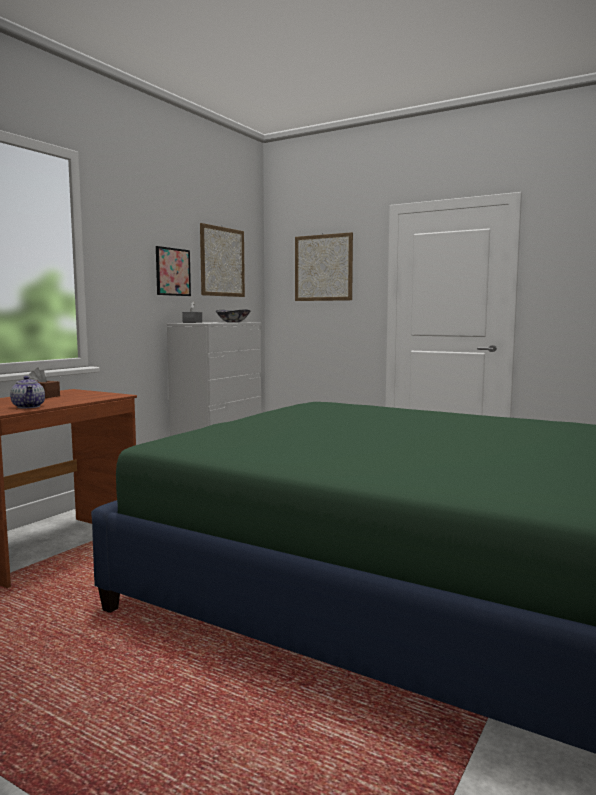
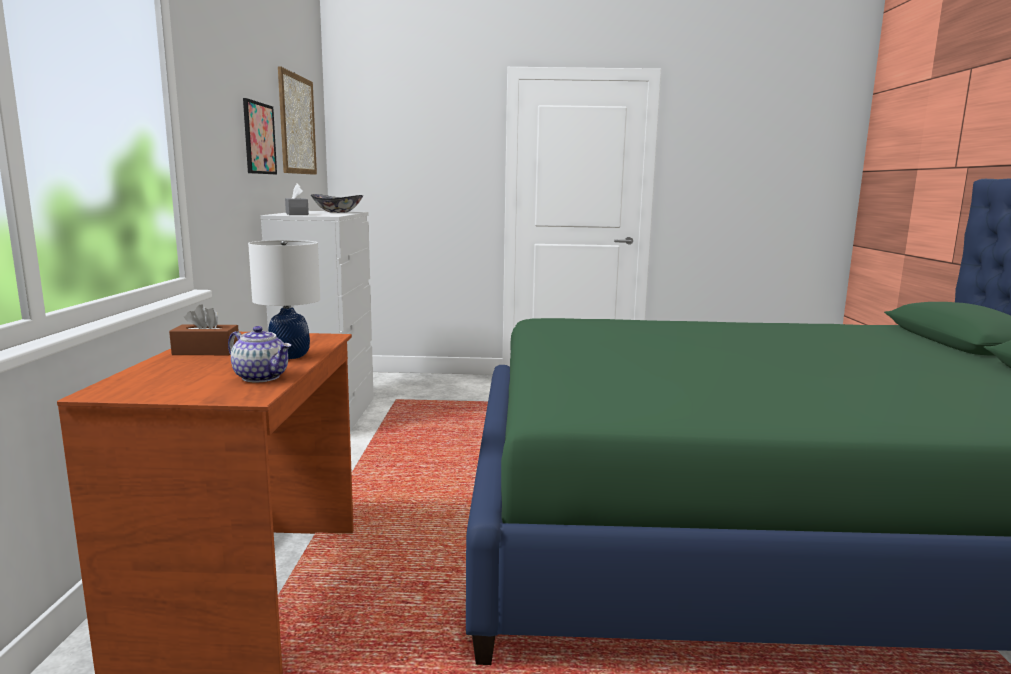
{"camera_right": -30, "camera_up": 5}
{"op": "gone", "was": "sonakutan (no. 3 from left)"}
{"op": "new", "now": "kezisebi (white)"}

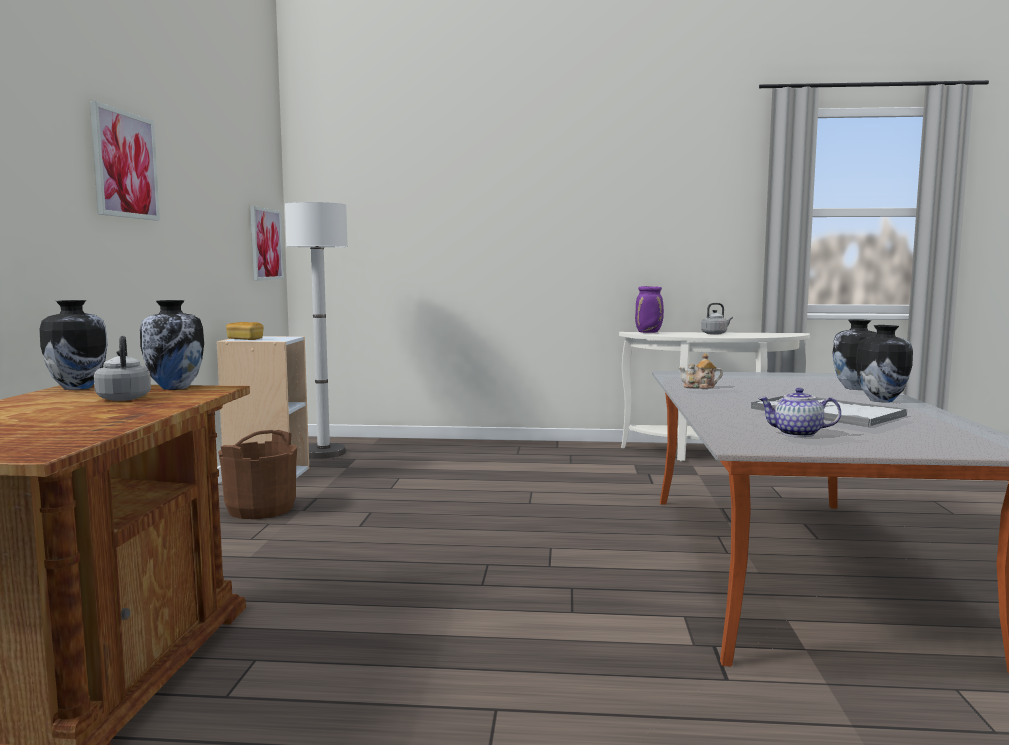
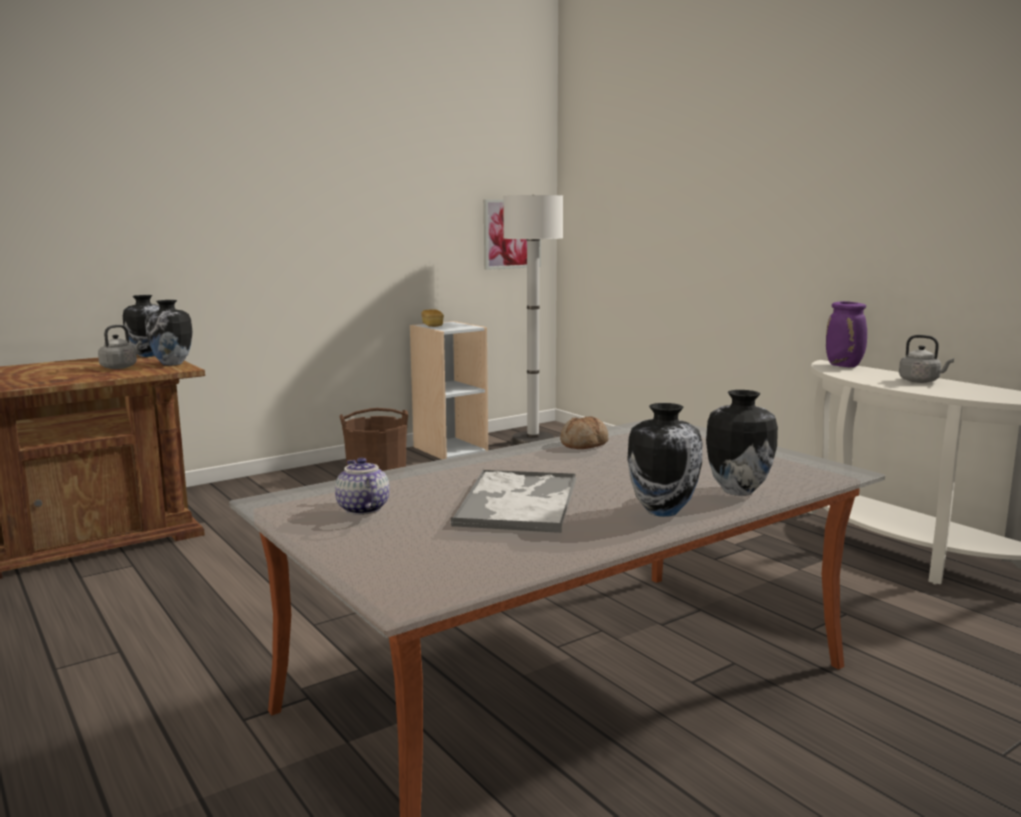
{"camera_right": 50, "camera_up": 5}
{"op": "gone", "was": "sonakutan (no. 1 from left)"}
{"op": "swapped", "was": "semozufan (no. 1 from left)", "now": "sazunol (no. 2 from left)"}

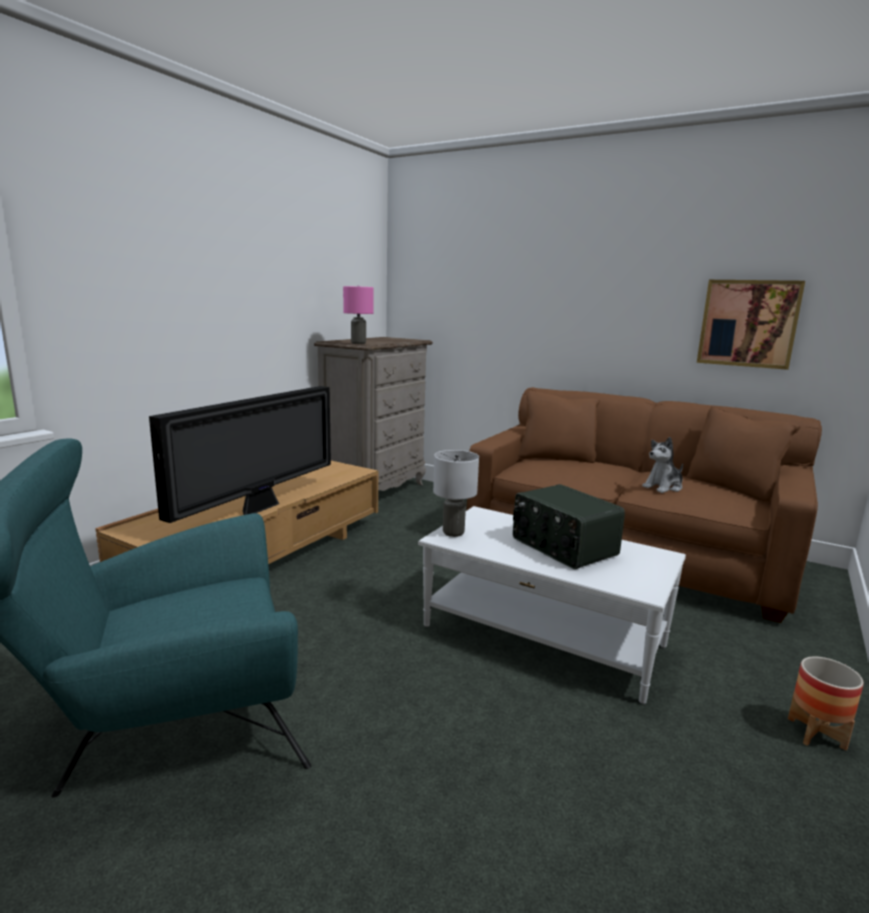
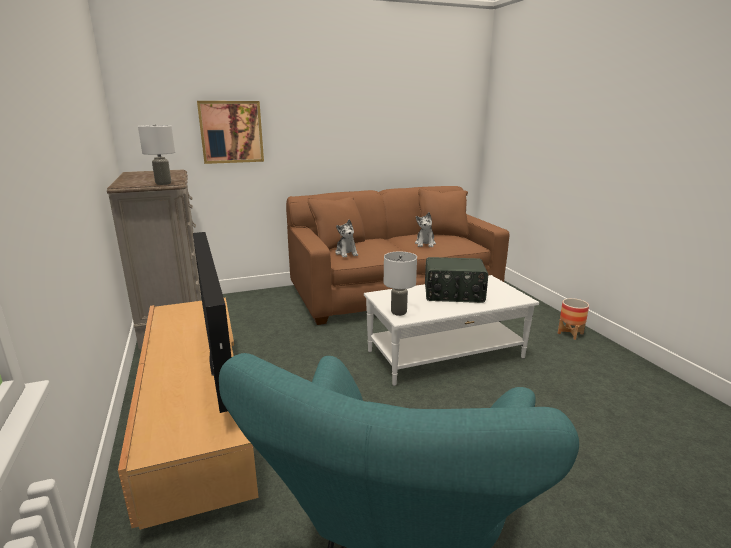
{"camera_right": -50, "camera_up": 5}
{"op": "repainted", "was": "kezisebi (pink)", "now": "kezisebi (white) (no. 1 from left)"}
{"op": "shifted", "was": "sonakutan"}
{"op": "new", "now": "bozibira (no. 1 from left)"}

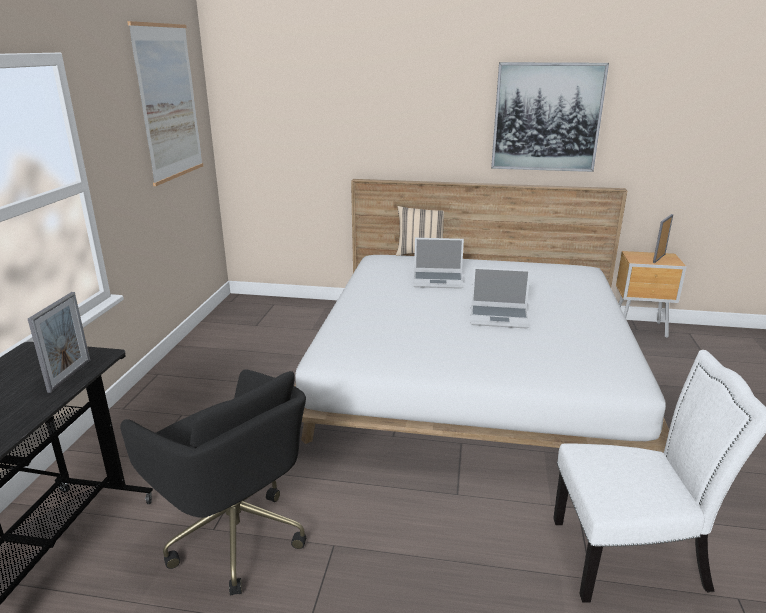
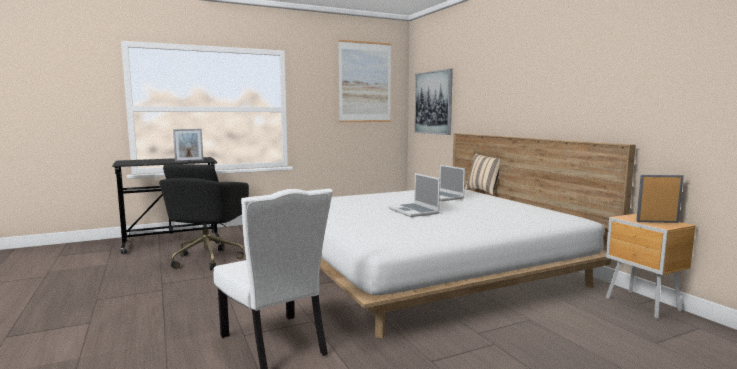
{"camera_right": 55, "camera_up": -15}
{"op": "shifted", "was": "sonakutan (no. 2 from left)"}

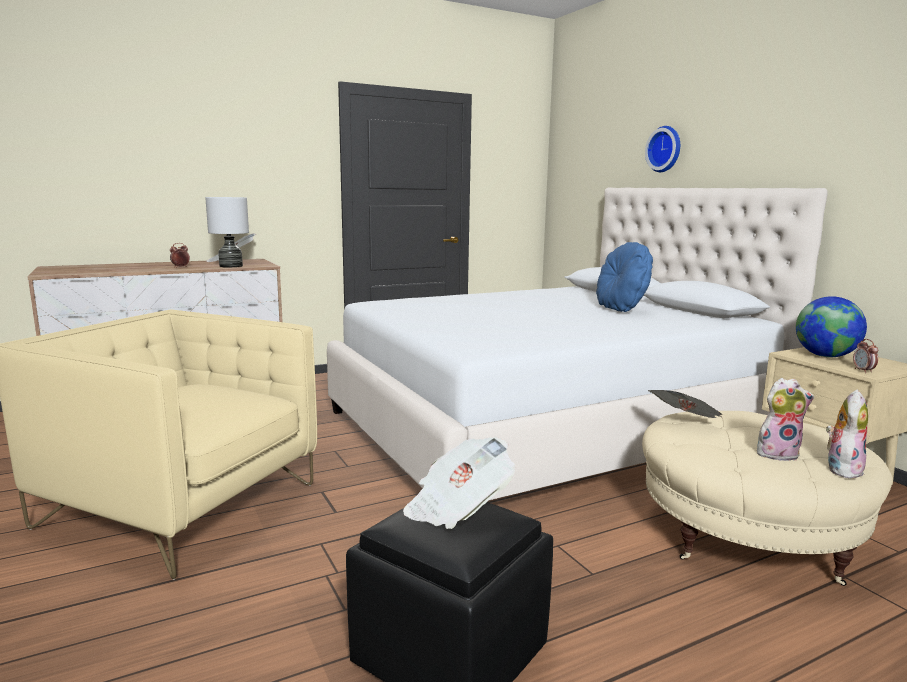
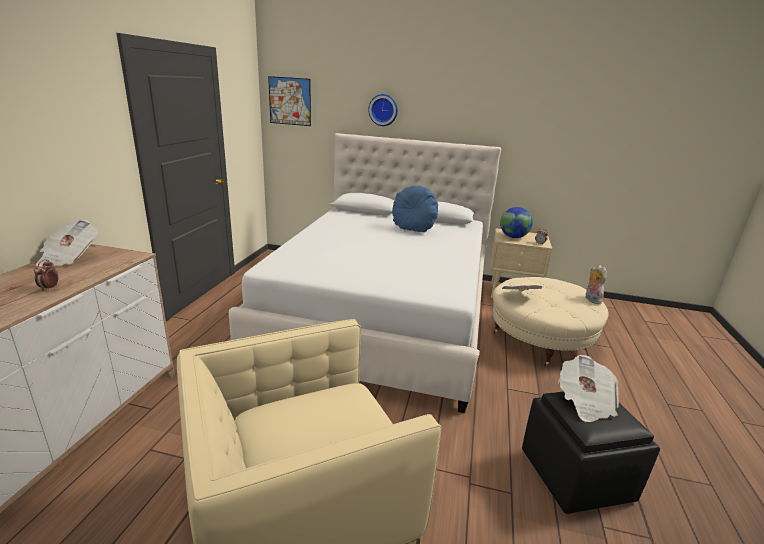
{"camera_right": -50, "camera_up": 10}
{"op": "gone", "was": "kezisebi (grey)"}
{"op": "gone", "was": "bozibira (no. 1 from left)"}
{"op": "new", "now": "sonakutan"}

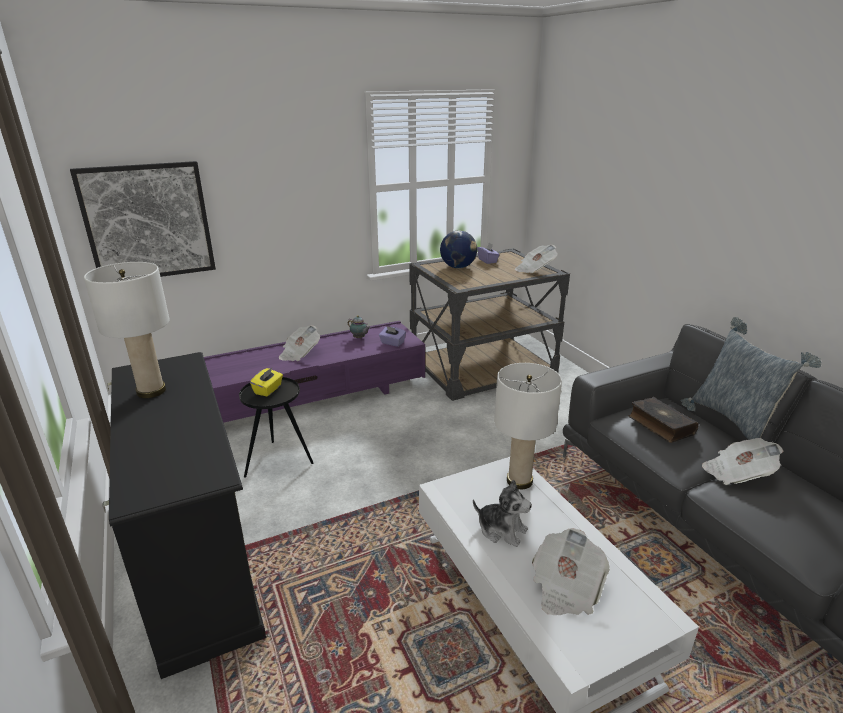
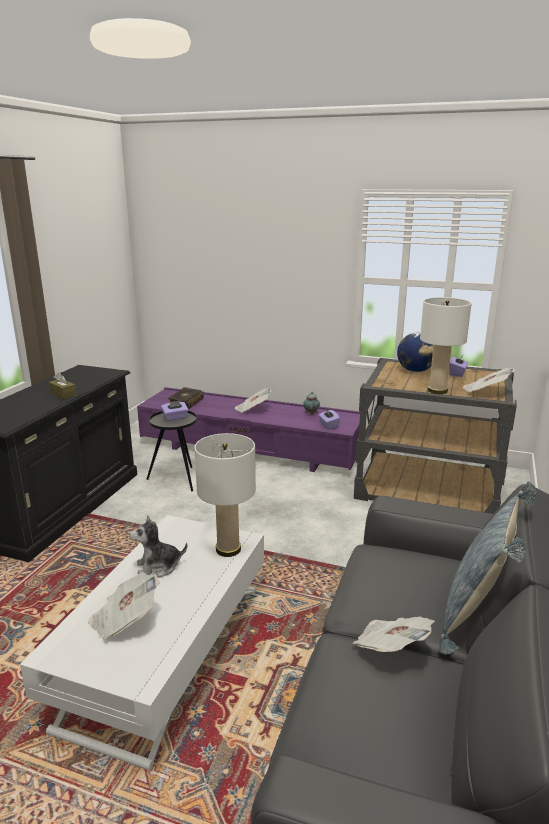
{"camera_right": 45, "camera_up": -5}
{"op": "gone", "was": "sonakutan"}
{"op": "shifted", "was": "kezisebi (white) (no. 1 from left in the first image)", "now": "kezisebi (white) (no. 2 from left)"}
{"op": "repainted", "was": "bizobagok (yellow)", "now": "bizobagok (purple) (no. 1 from left)"}
{"op": "rotated", "was": "bozibira", "clockwise": 90}
{"op": "shifted", "was": "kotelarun"}
{"op": "new", "now": "bizobagok (brown)"}

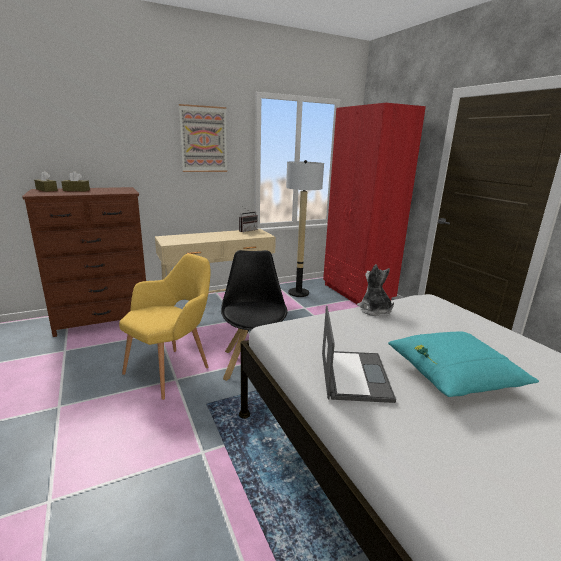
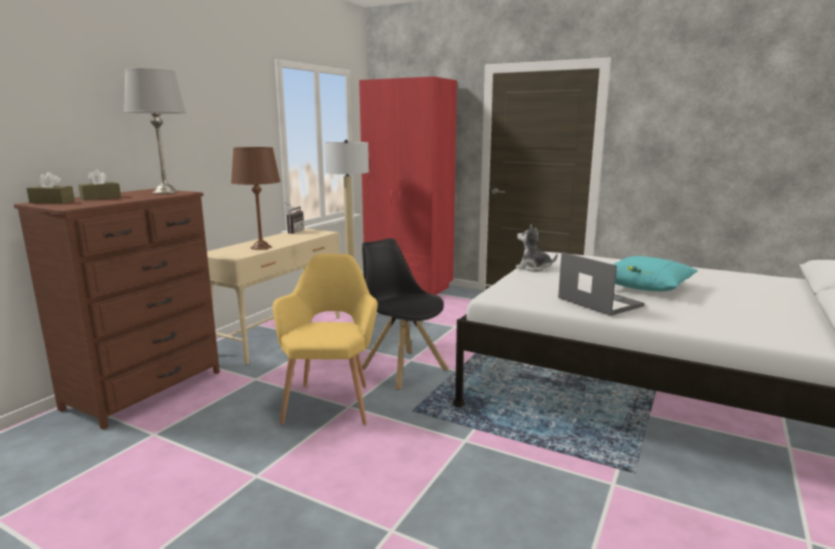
{"camera_right": -35, "camera_up": -5}
{"op": "gone", "was": "sonakutan"}
{"op": "new", "now": "kezisebi (grey)"}
{"op": "new", "now": "kezisebi (brown)"}

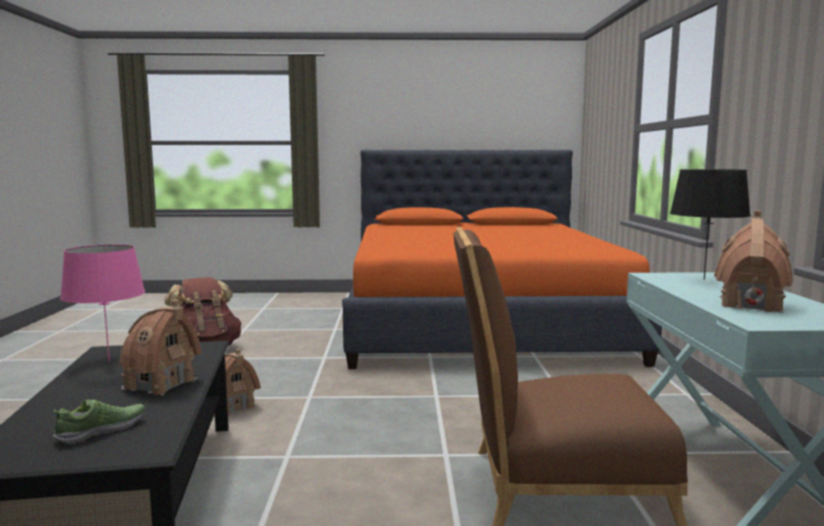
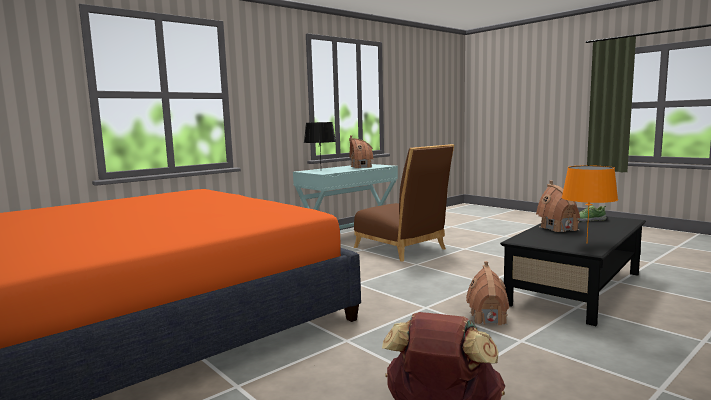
{"camera_right": -130, "camera_up": 0}
{"op": "repainted", "was": "kezisebi (pink)", "now": "kezisebi (orange)"}

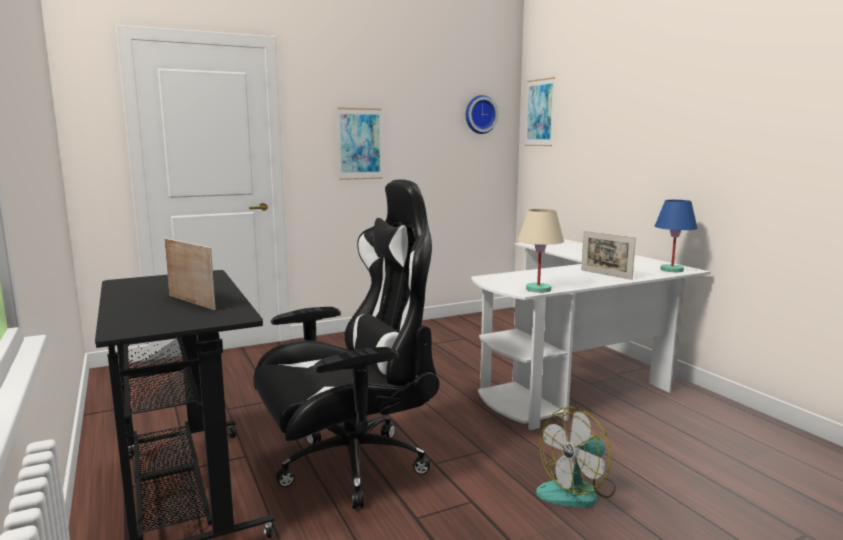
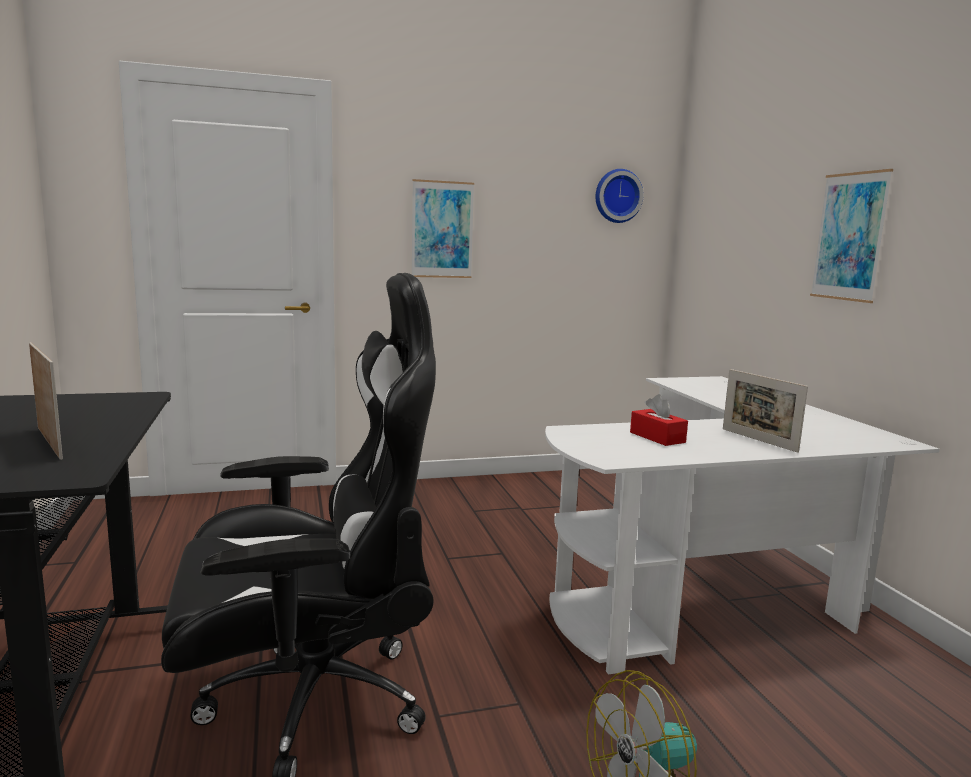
{"camera_right": 10, "camera_up": 0}
{"op": "gone", "was": "kezisebi (beige)"}
{"op": "shifted", "was": "sonakutan (no. 2 from left)"}
{"op": "gone", "was": "kezisebi (blue)"}
{"op": "new", "now": "bizobagok (red)"}

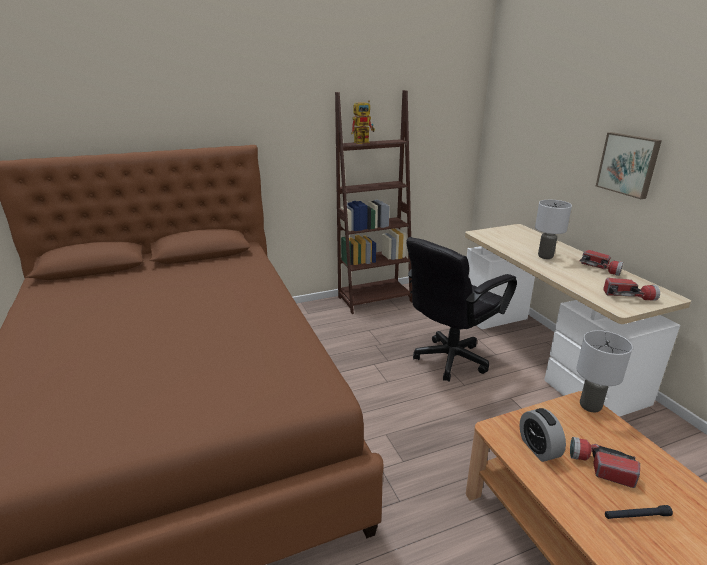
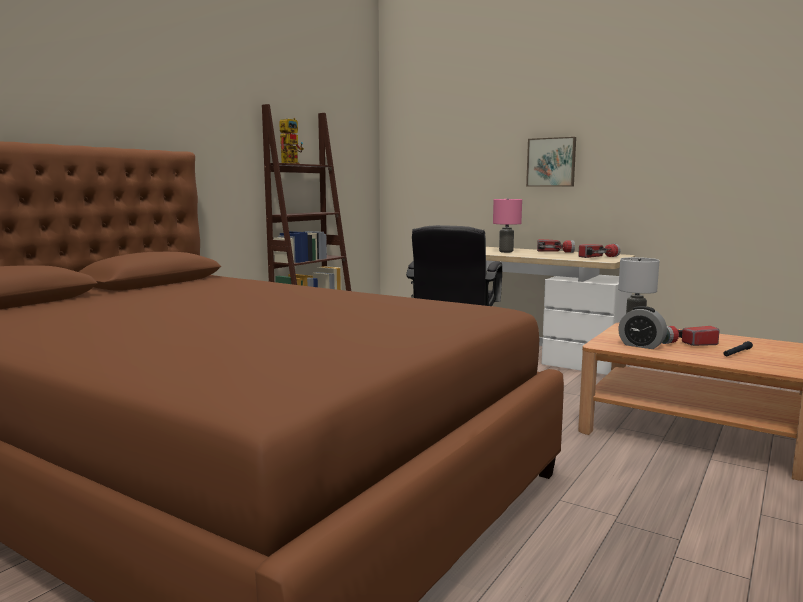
{"camera_right": -35, "camera_up": -15}
{"op": "repainted", "was": "kezisebi (white) (no. 1 from left)", "now": "kezisebi (pink)"}

